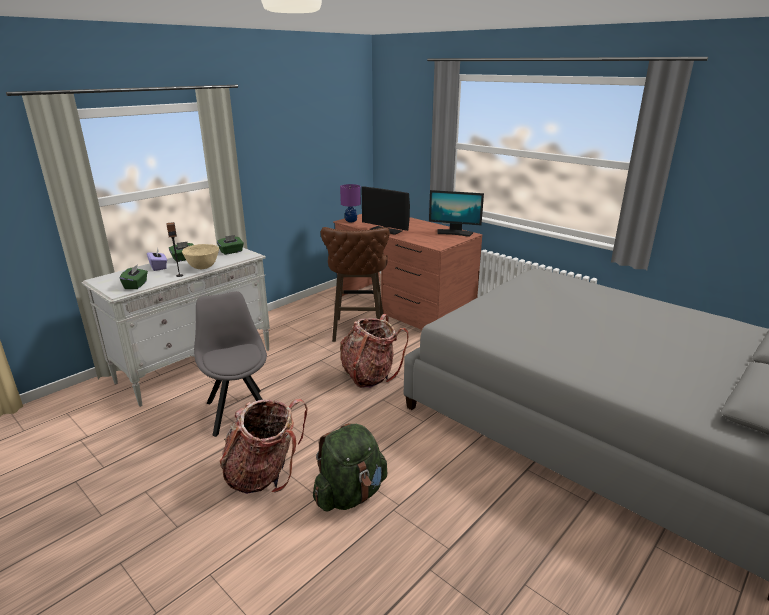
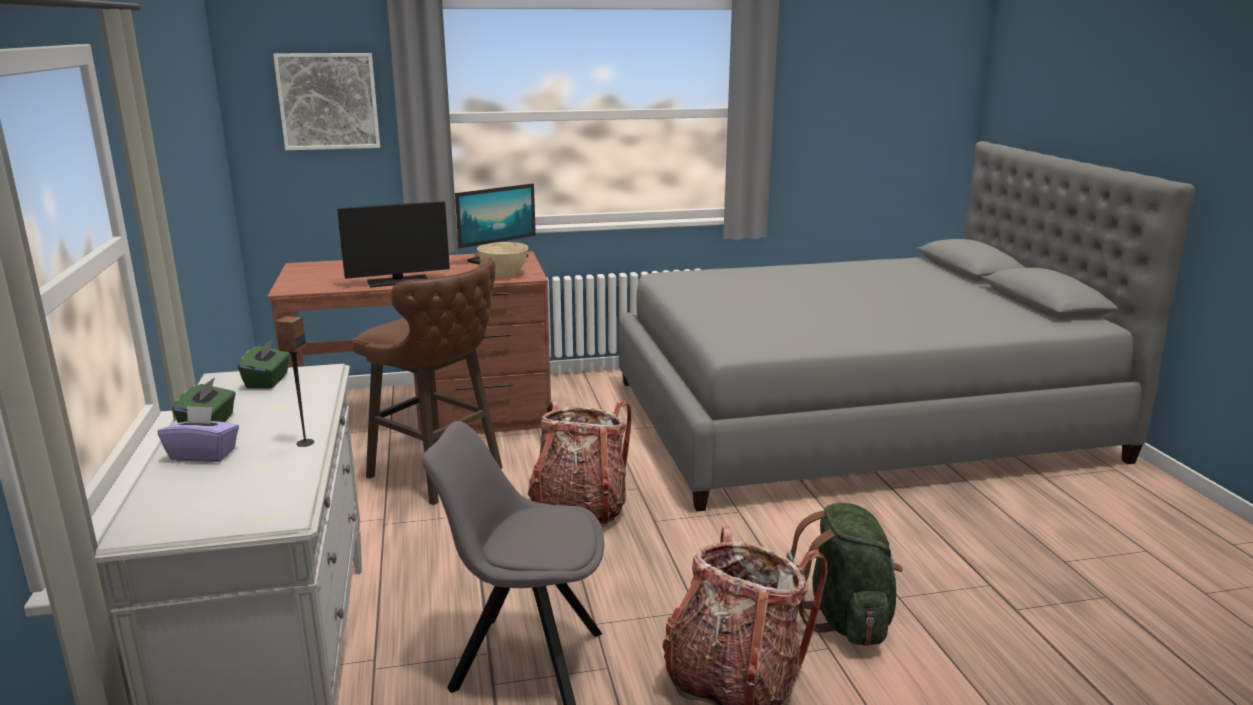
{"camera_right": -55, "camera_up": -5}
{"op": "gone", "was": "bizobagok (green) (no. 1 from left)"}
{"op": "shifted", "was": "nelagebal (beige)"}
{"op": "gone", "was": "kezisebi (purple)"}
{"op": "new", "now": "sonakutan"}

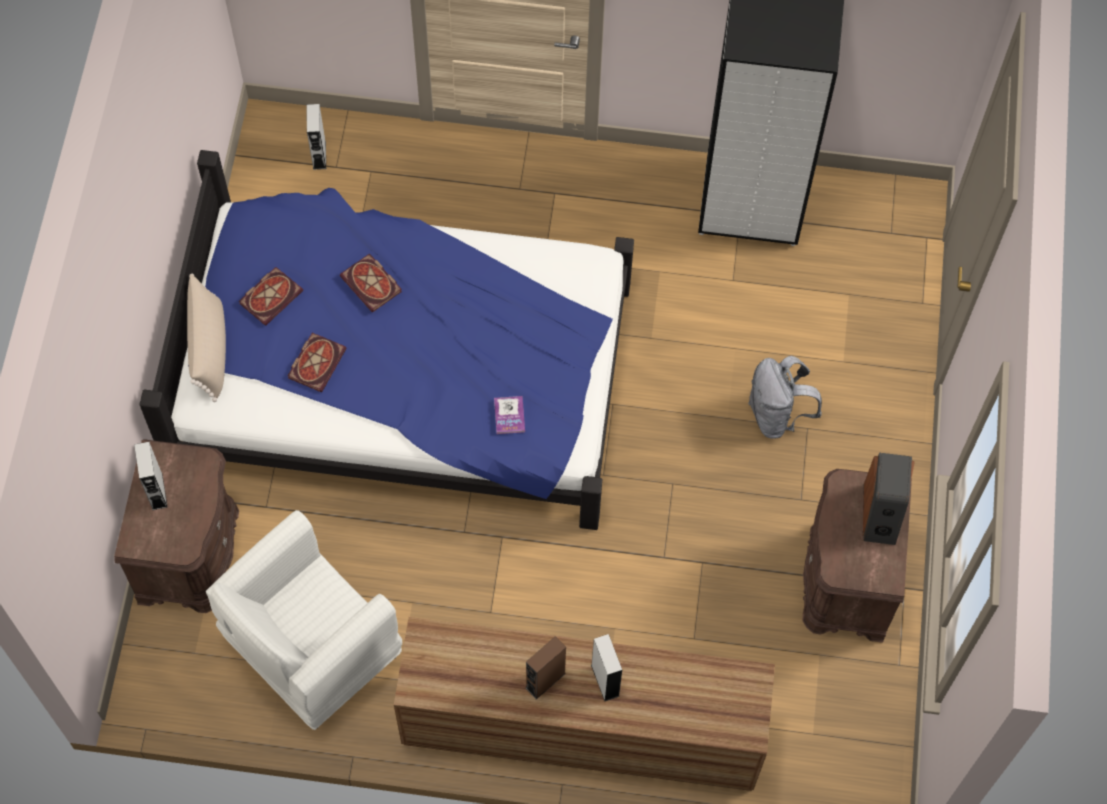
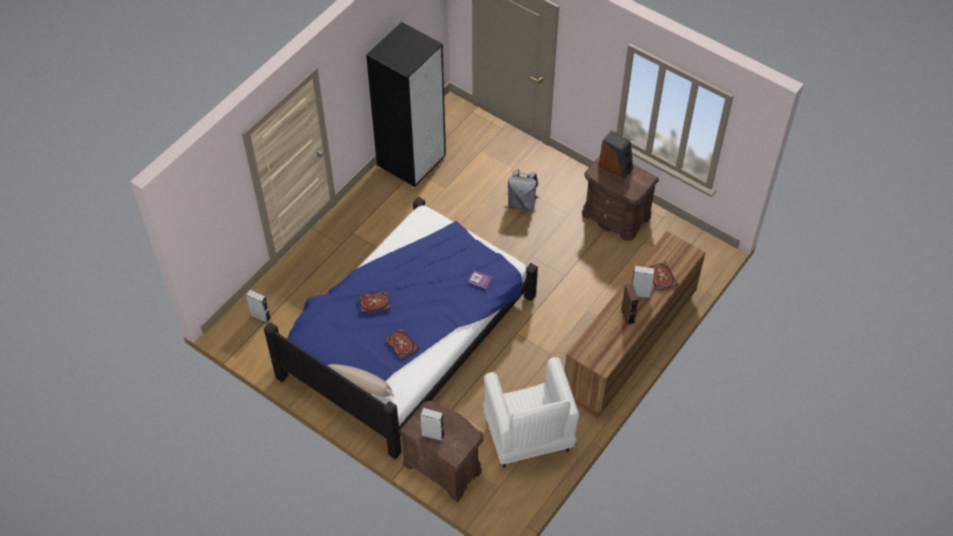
{"camera_right": -60, "camera_up": -10}
{"op": "shifted", "was": "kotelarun (no. 1 from left in the first image)", "now": "kotelarun (no. 4 from left)"}

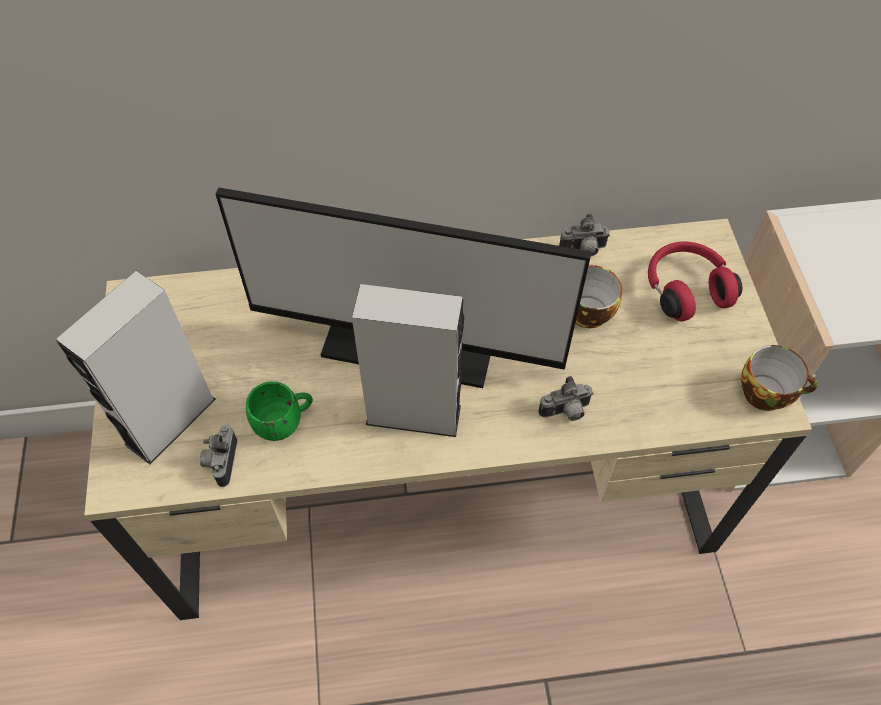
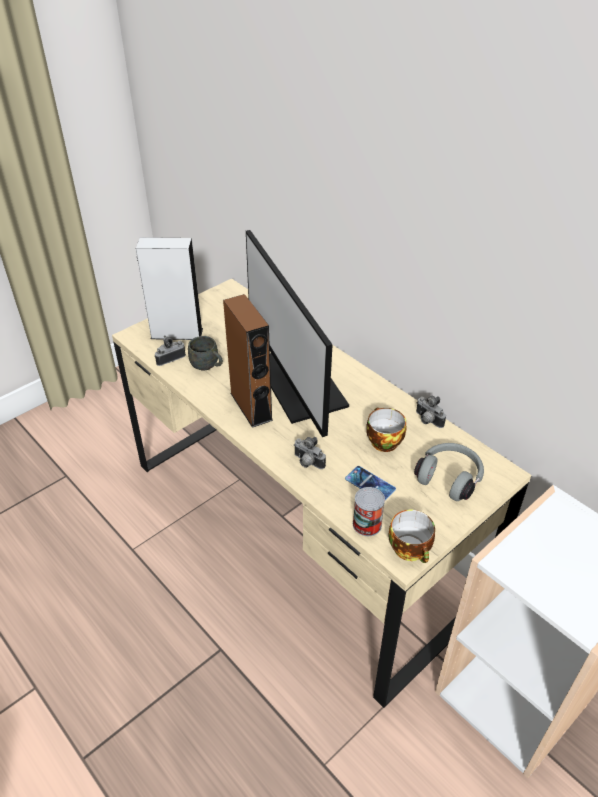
{"camera_right": 55, "camera_up": -15}
{"op": "repainted", "was": "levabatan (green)", "now": "levabatan (grey)"}
{"op": "repainted", "was": "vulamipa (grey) (no. 2 from left)", "now": "vulamipa (brown)"}
{"op": "repainted", "was": "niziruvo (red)", "now": "niziruvo (grey)"}
{"op": "new", "now": "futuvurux"}
{"op": "new", "now": "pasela"}

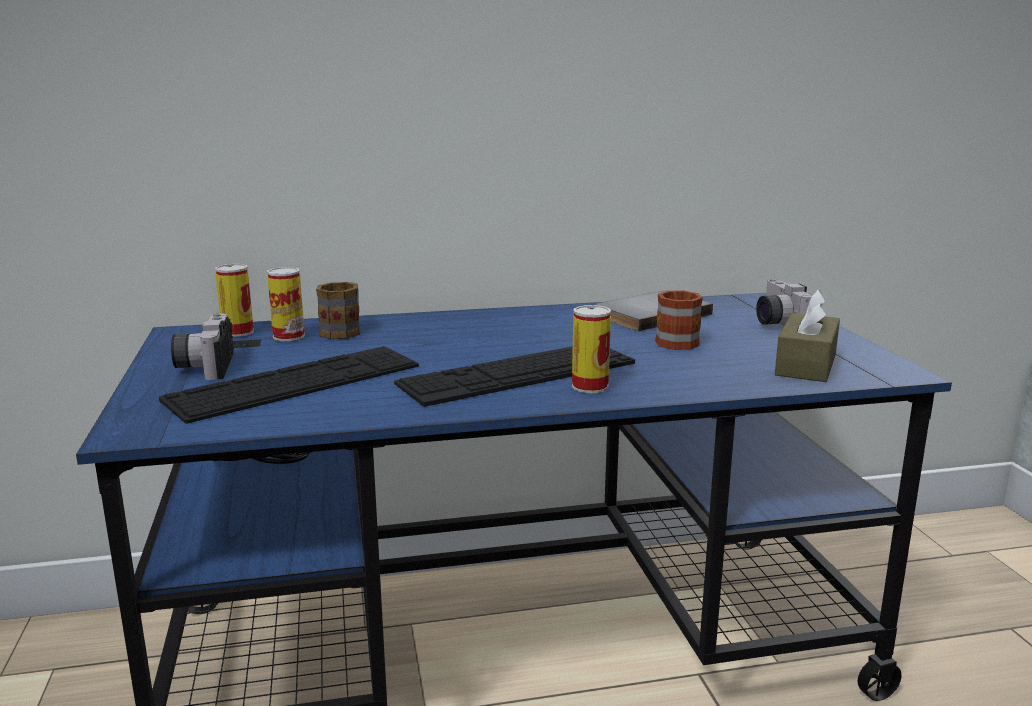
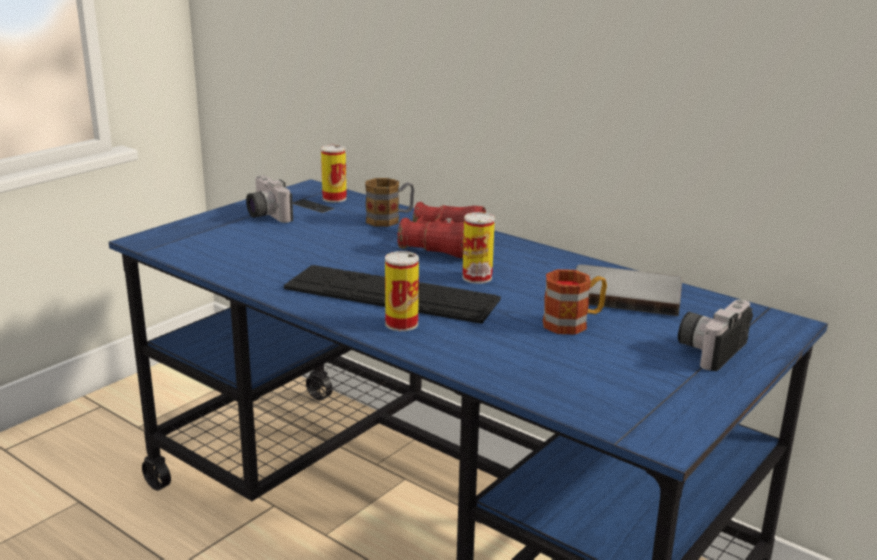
{"camera_right": 50, "camera_up": 5}
{"op": "gone", "was": "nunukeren (no. 1 from left)"}
{"op": "rotated", "was": "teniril (no. 1 from left)", "clockwise": -75}
{"op": "shifted", "was": "pasela (no. 2 from left in the first image)", "now": "pasela (no. 3 from left)"}
{"op": "gone", "was": "bizobagok (brown)"}
{"op": "new", "now": "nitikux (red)"}

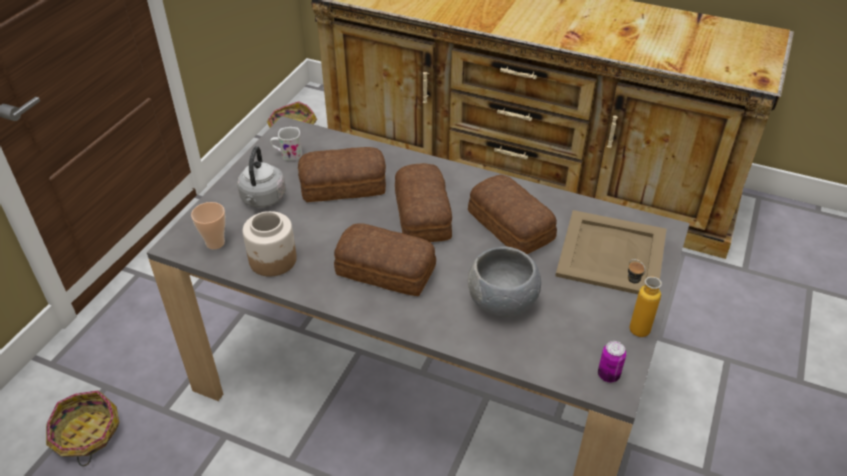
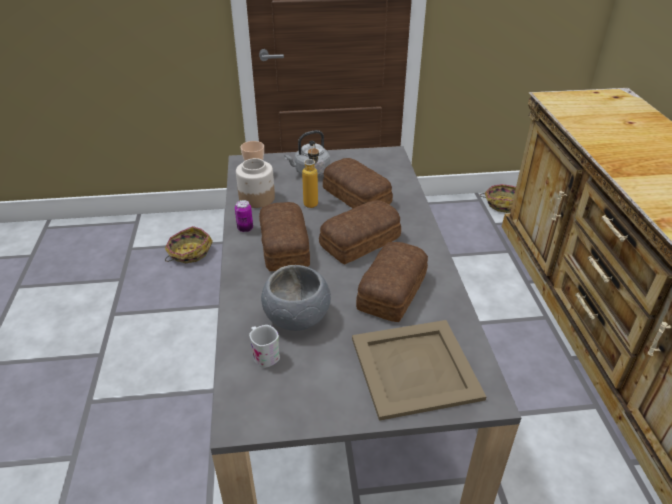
{"camera_right": 60, "camera_up": -5}
{"op": "shifted", "was": "levabatan (white)"}
{"op": "shifted", "was": "pasela"}
{"op": "shifted", "was": "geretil"}

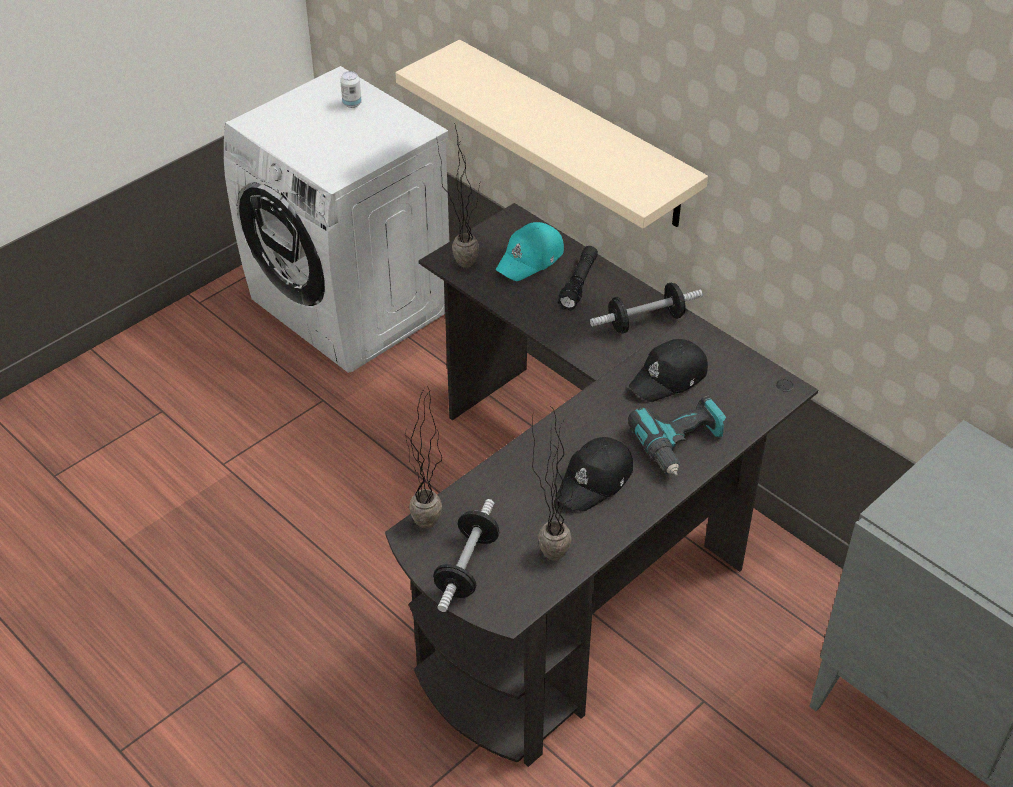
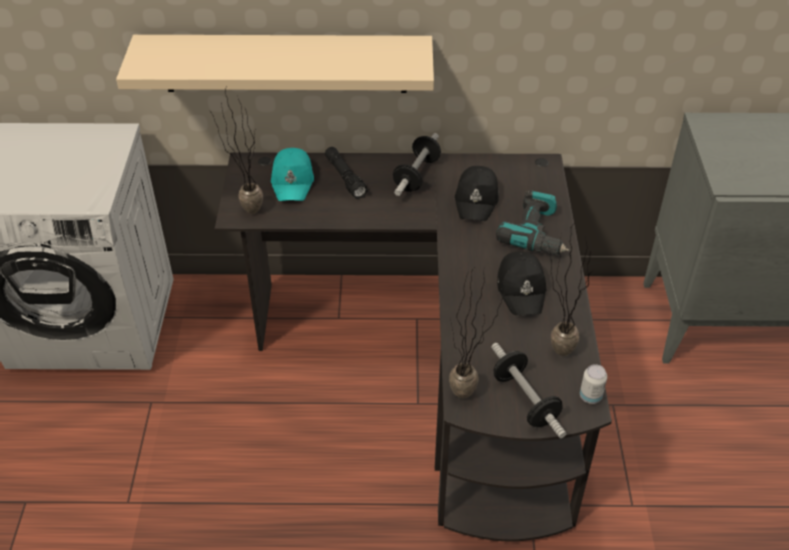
{"camera_right": -45, "camera_up": 0}
{"op": "shifted", "was": "pasela"}

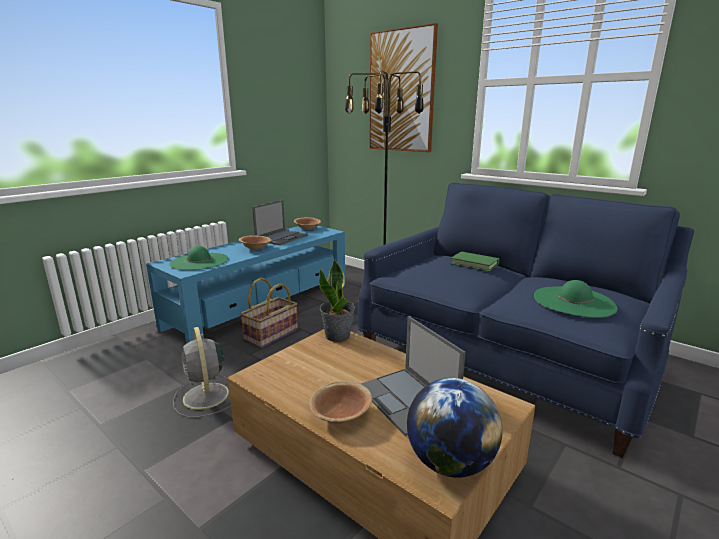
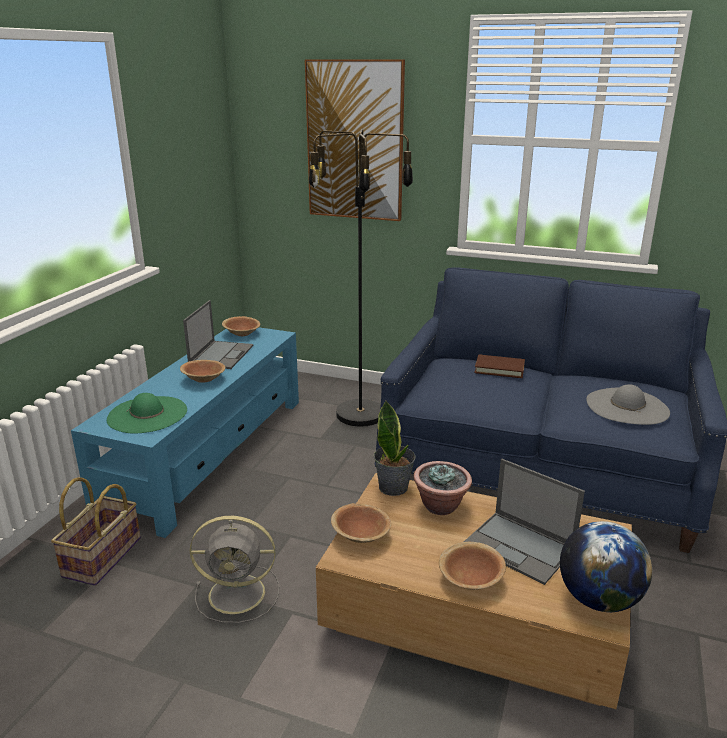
{"camera_right": -20, "camera_up": 5}
{"op": "rotated", "was": "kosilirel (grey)", "clockwise": -45}
{"op": "shifted", "was": "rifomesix"}
{"op": "repainted", "was": "kotelarun (green)", "now": "kotelarun (brown)"}
{"op": "repainted", "was": "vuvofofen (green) (no. 2 from left)", "now": "vuvofofen (grey)"}
{"op": "new", "now": "nelagebal (brown) (no. 3 from left)"}
{"op": "new", "now": "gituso (no. 2 from left)"}

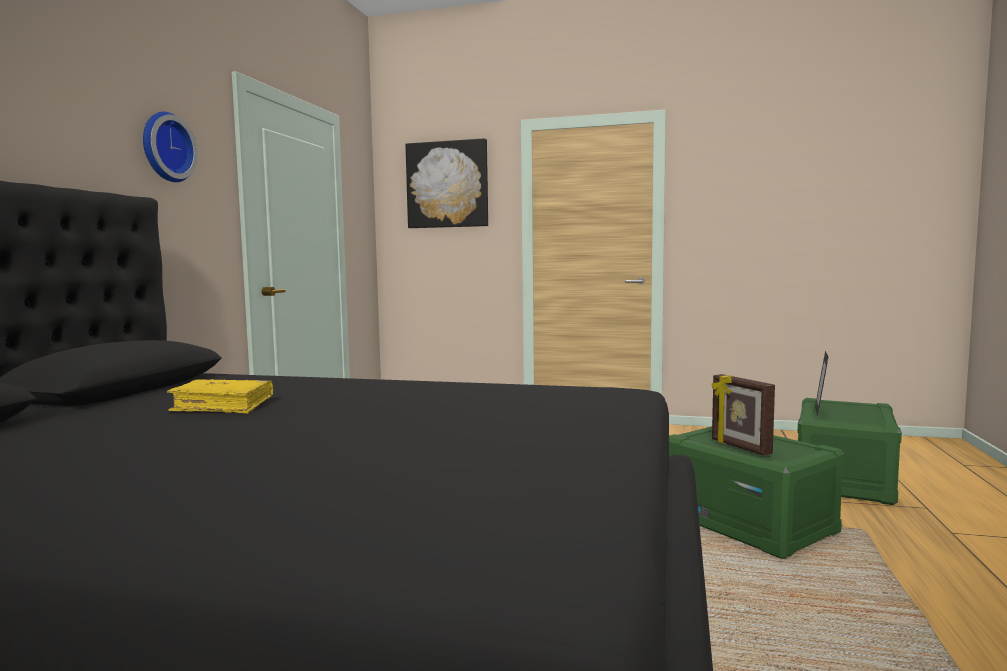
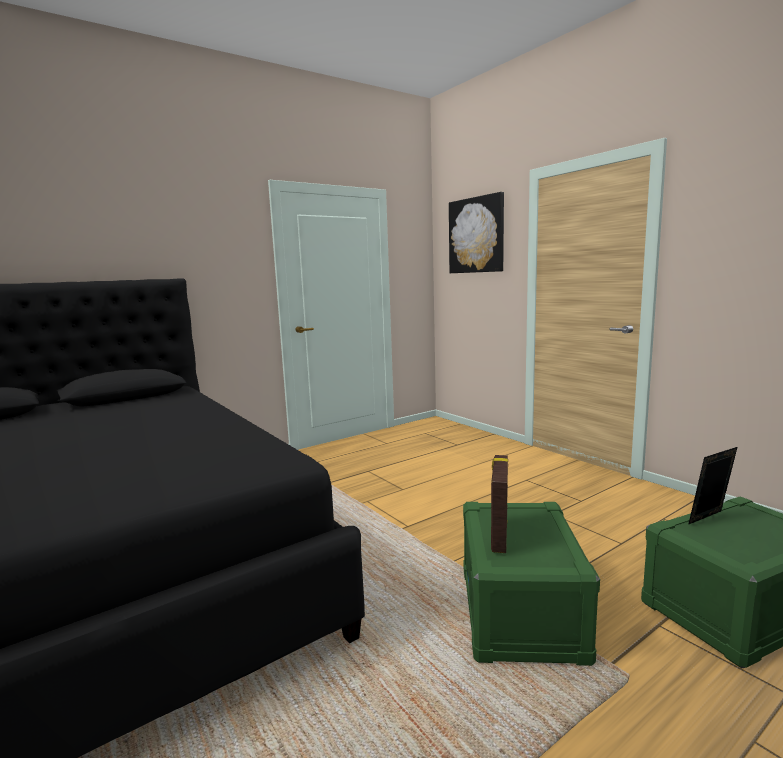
{"camera_right": 40, "camera_up": 5}
{"op": "gone", "was": "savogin"}
{"op": "gone", "was": "kotelarun (yellow)"}

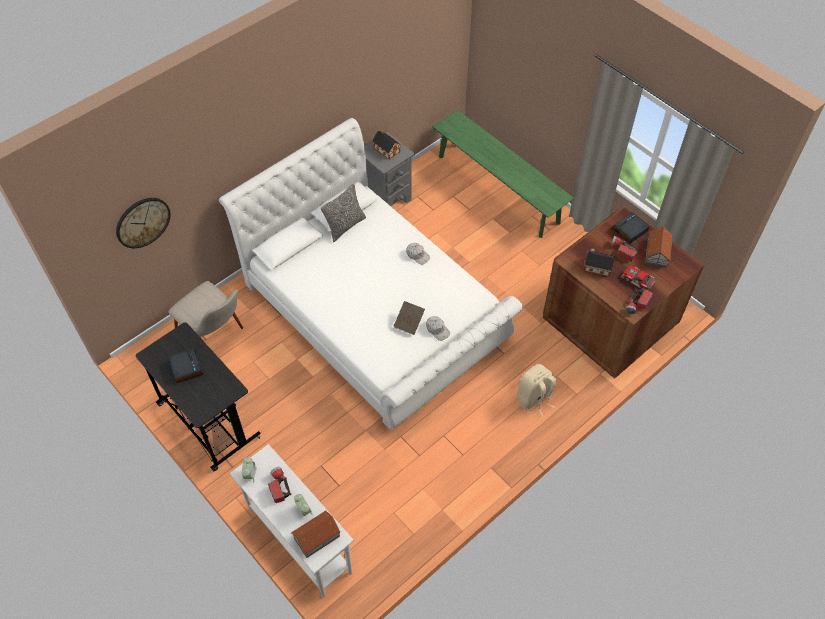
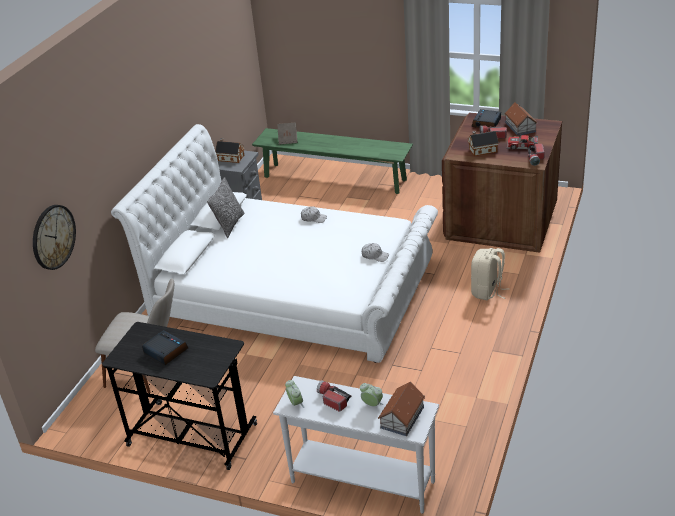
{"camera_right": -25, "camera_up": -20}
{"op": "shifted", "was": "kotelarun (brown)"}

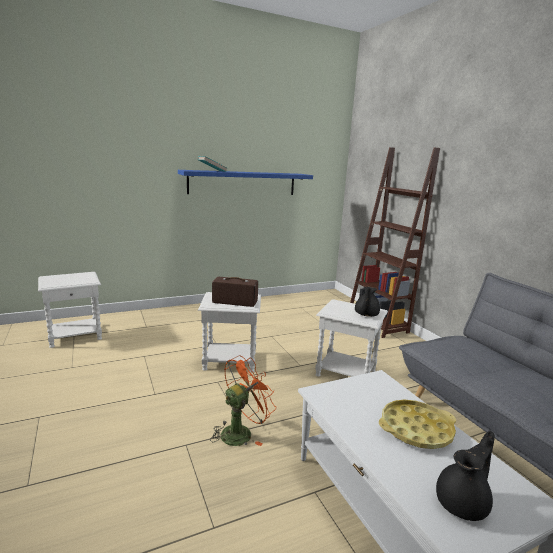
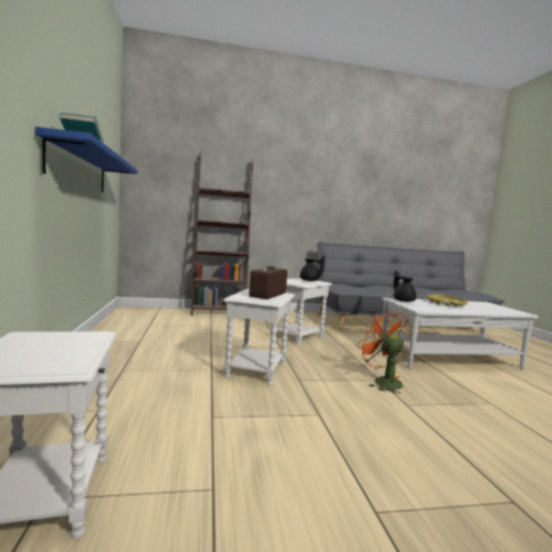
{"camera_right": -75, "camera_up": -10}
{"op": "shifted", "was": "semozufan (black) (no. 2 from left)"}

